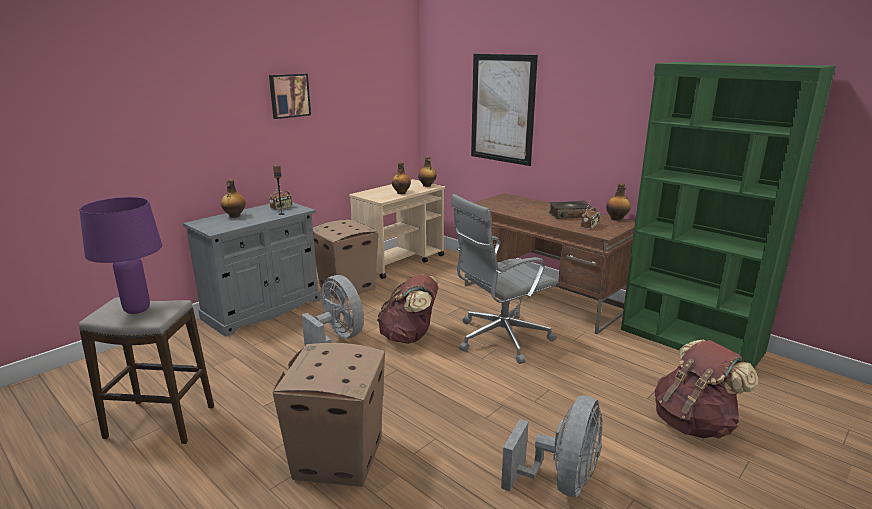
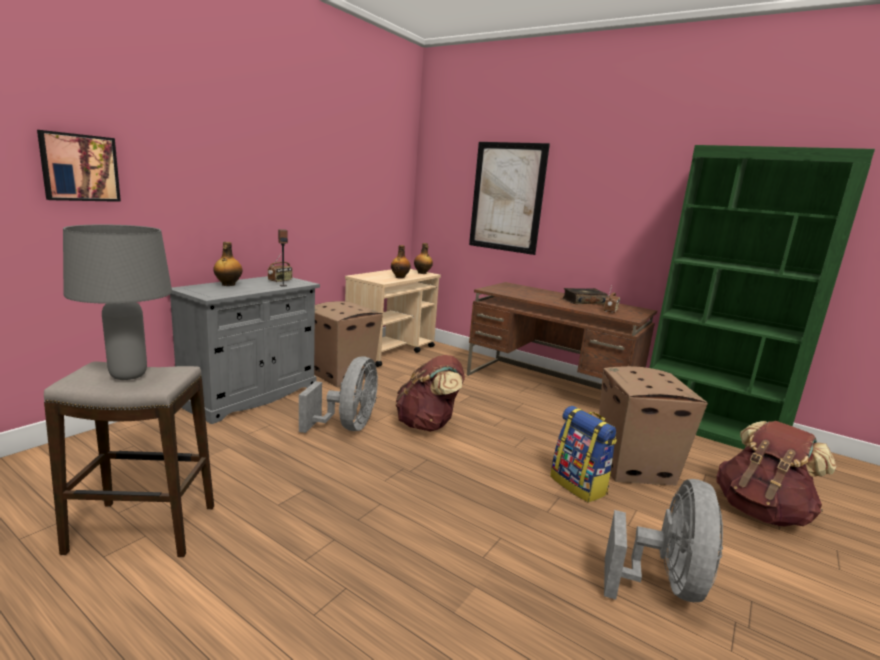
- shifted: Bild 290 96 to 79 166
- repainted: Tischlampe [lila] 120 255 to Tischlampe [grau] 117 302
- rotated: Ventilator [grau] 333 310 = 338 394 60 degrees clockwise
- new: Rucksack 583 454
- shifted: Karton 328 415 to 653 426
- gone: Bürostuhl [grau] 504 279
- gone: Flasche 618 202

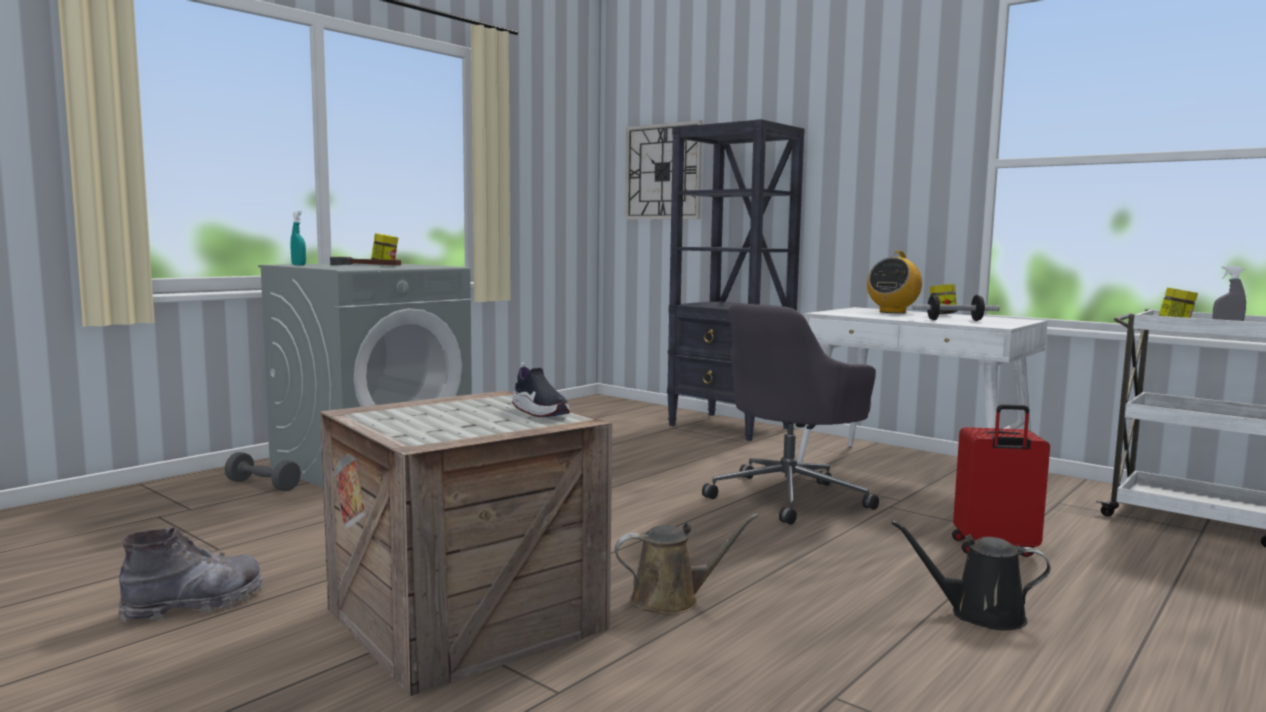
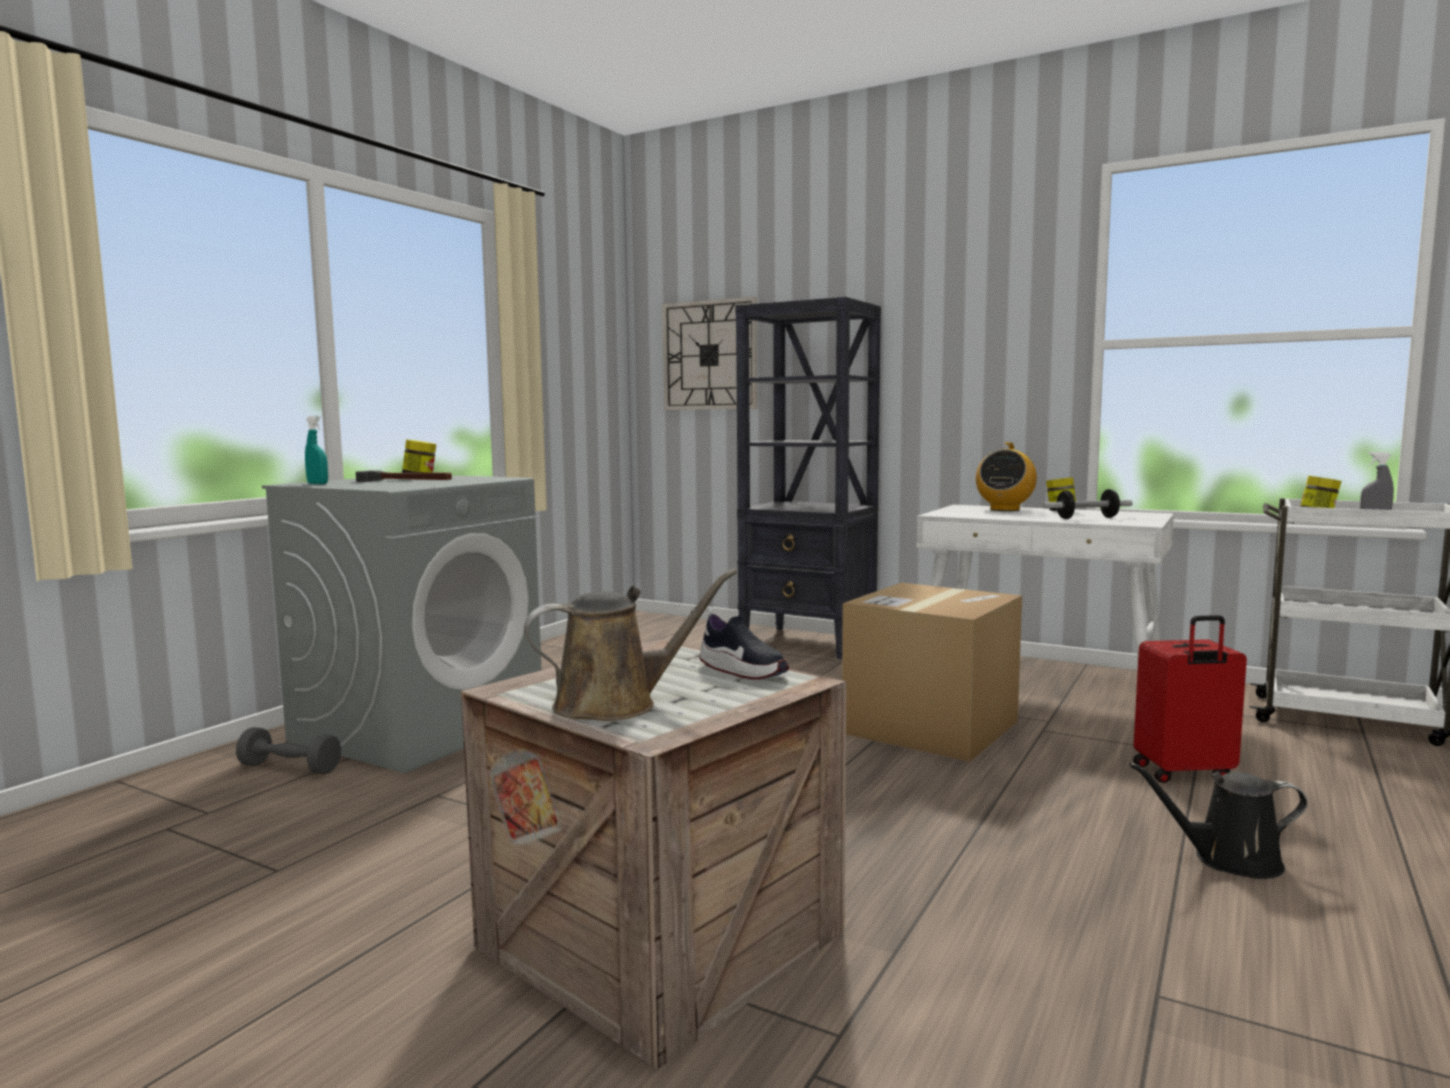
- shifted: Gießkanne [braun] 687 564 to 630 645
- swapped: Bürostuhl [grau] 790 413 to Karton 932 672
- gone: Stiefel [grau] 191 574

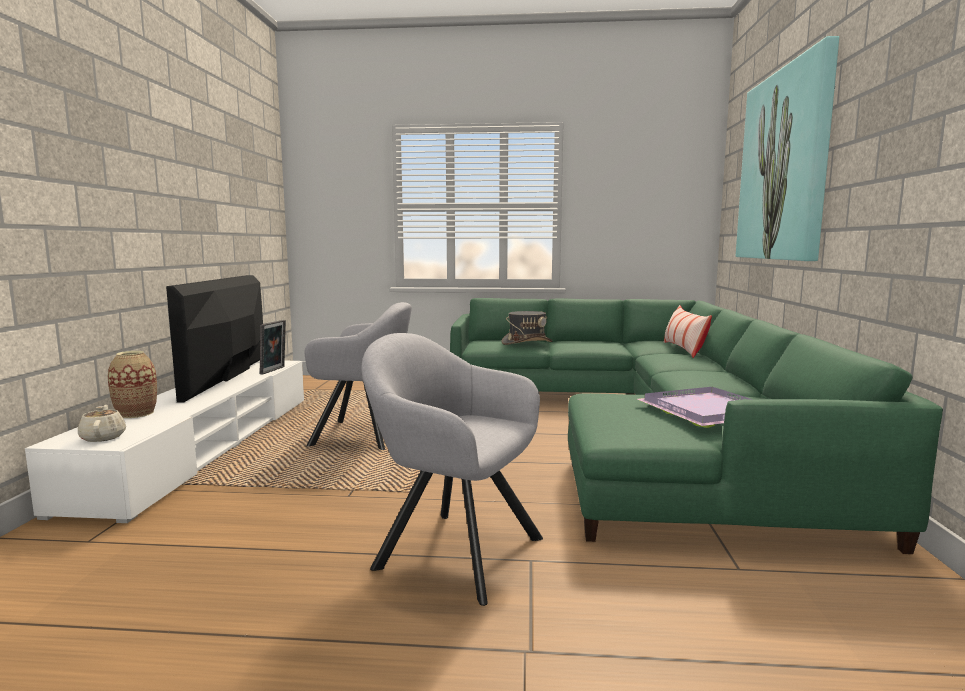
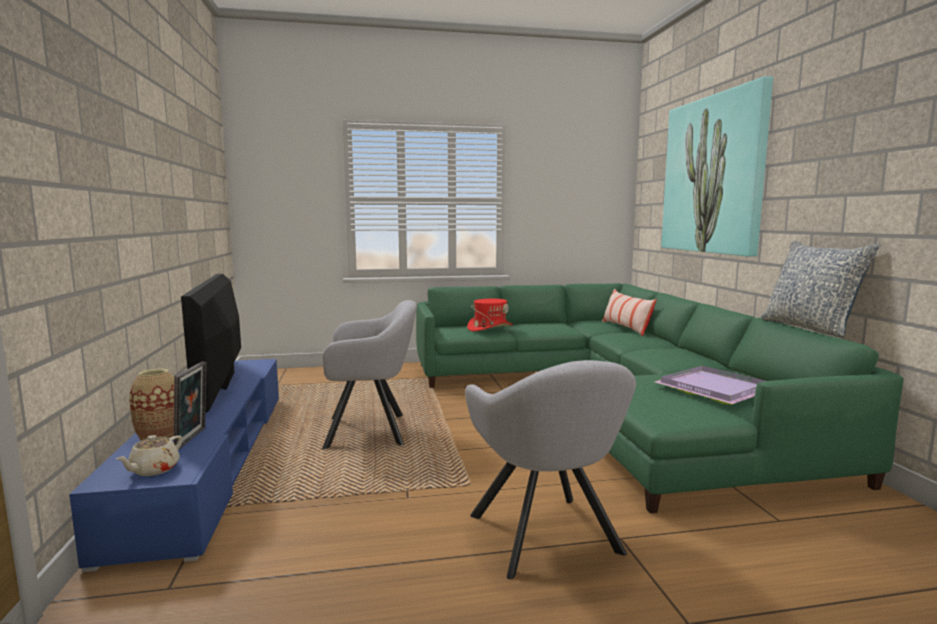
- repainted: Fernsehschrank [weiß] 164 441 to Fernsehschrank [blau] 174 465
- rotated: Teekanne [beige] 102 423 = 149 455 120 degrees counterclockwise
- shifted: Bilderrahmen 273 347 to 190 406
- rotated: Sessel [grau] 452 469 = 550 469 120 degrees counterclockwise
- repainted: Hut [grau] 527 328 to Hut [rot] 490 315
- new: Kissen 821 289

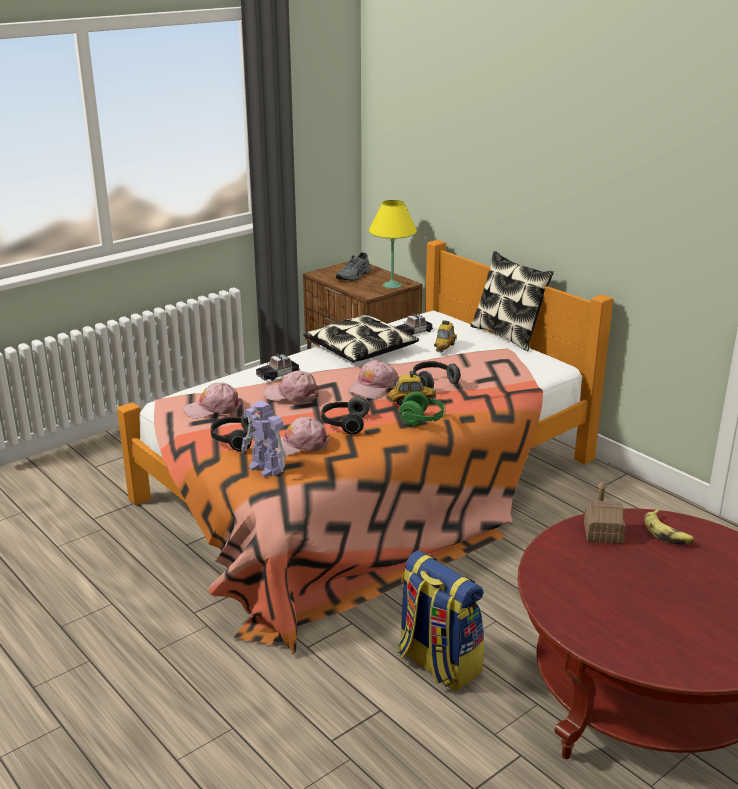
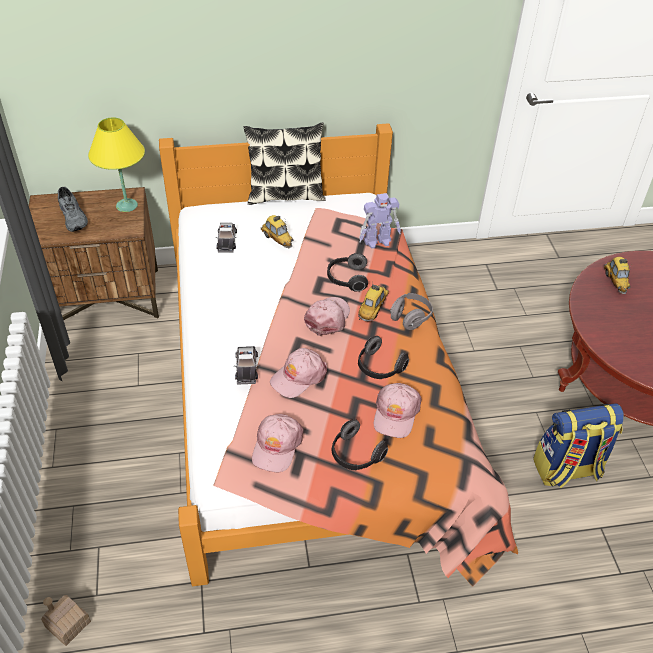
- shifted: Spielzeughaus 605 512 to 66 620
- rotated: Kappe [rosa] 373 379 = 327 316 135 degrees counterclockwise
- shifted: Spielzeugroboter 264 438 to 380 220
- repainted: Kopfhörer [grün] 422 408 to Kopfhörer [grau] 411 311
- swapped: Banane 669 527 to Spielzeugauto 617 275
- gone: Kissen 361 339

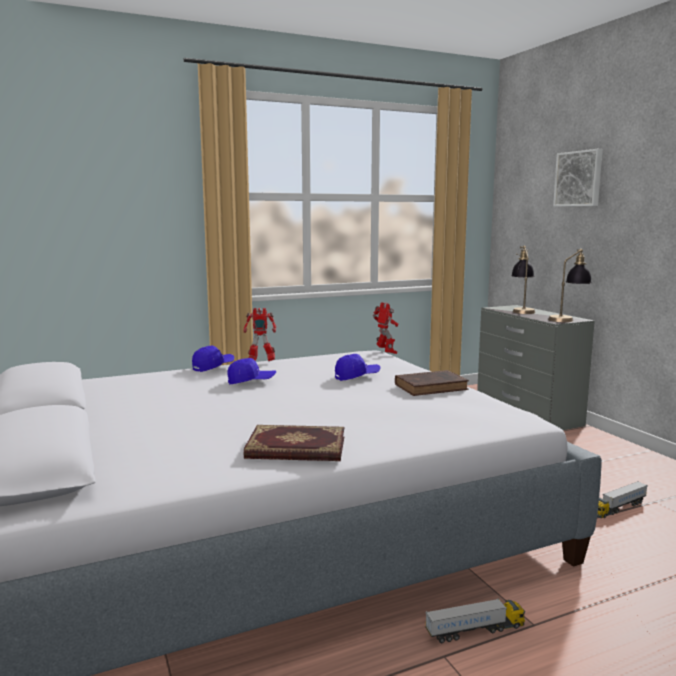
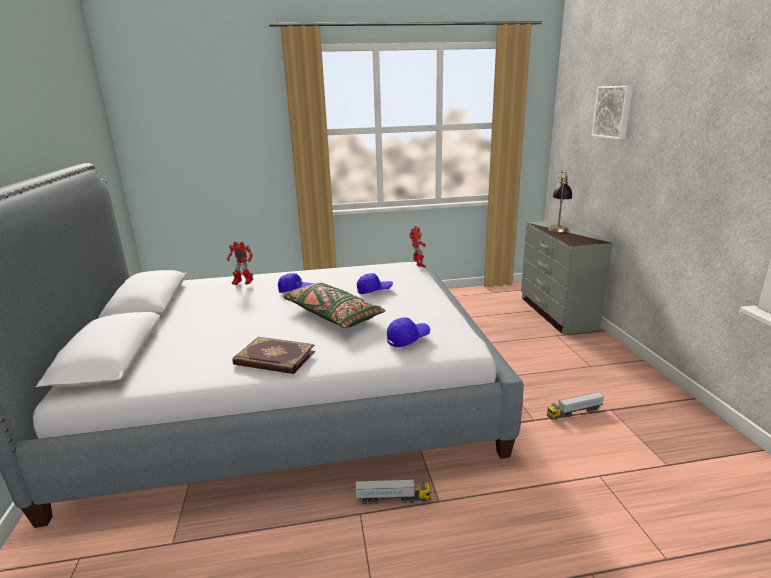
- shifted: Spielzeugroboter 260 334 to 240 263
- new: Kissen [grün] 334 305
- shifted: Kappe [blau] 213 359 to 408 332
- gone: Buch [braun] 432 383
- gone: Tischlampe 570 285

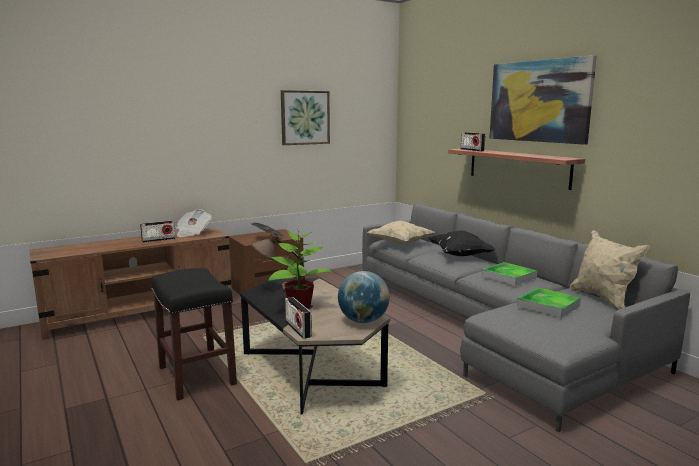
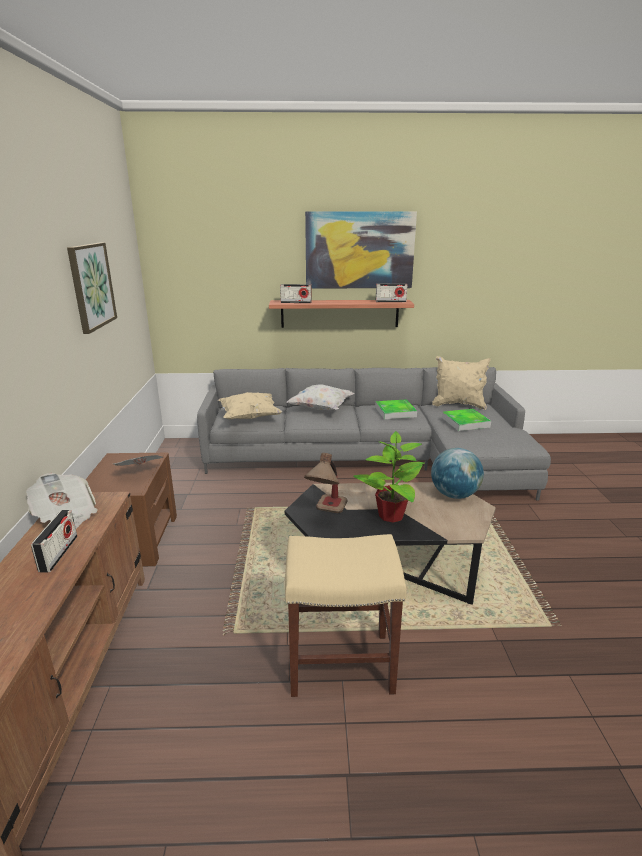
- repainted: Hocker [schwarz] 194 334 to Hocker [beige] 345 615
- repainted: Kissen [schwarz] 462 243 to Kissen [weiß] 321 398
- shifted: Radio 298 318 to 391 293

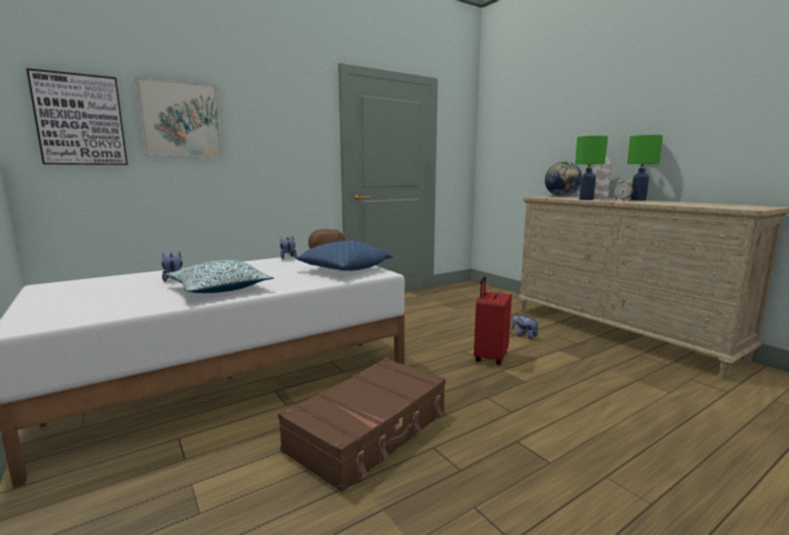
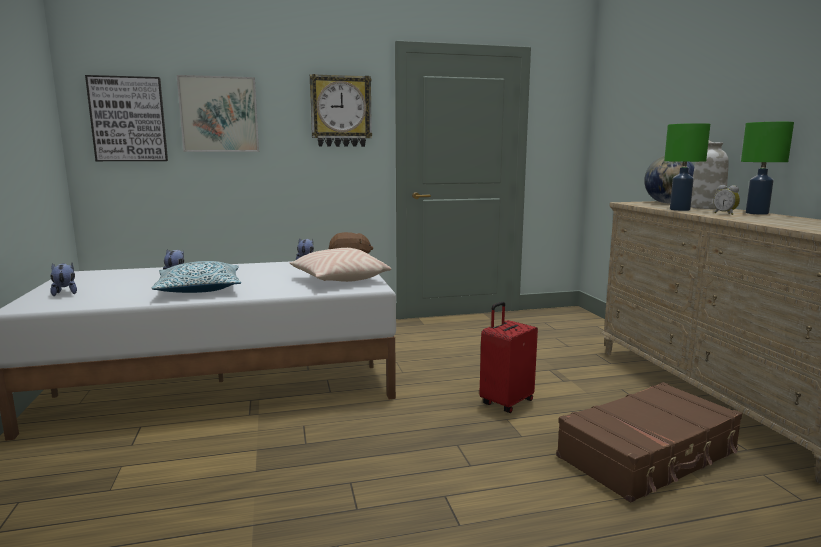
- shifted: Plüschtier 525 327 to 63 279
- repainted: Kissen [blau] 343 255 to Kissen [beige] 340 265
- new: Wanduhr 341 110
- shifted: Koffer [braun] 362 425 to 649 442

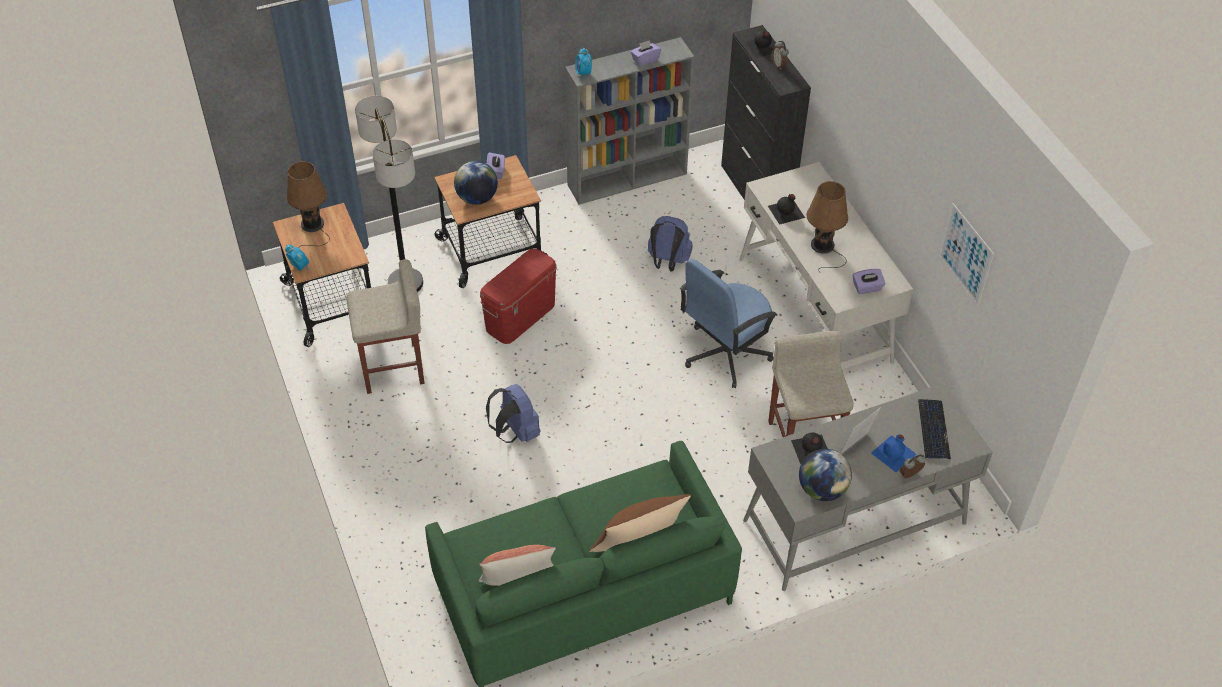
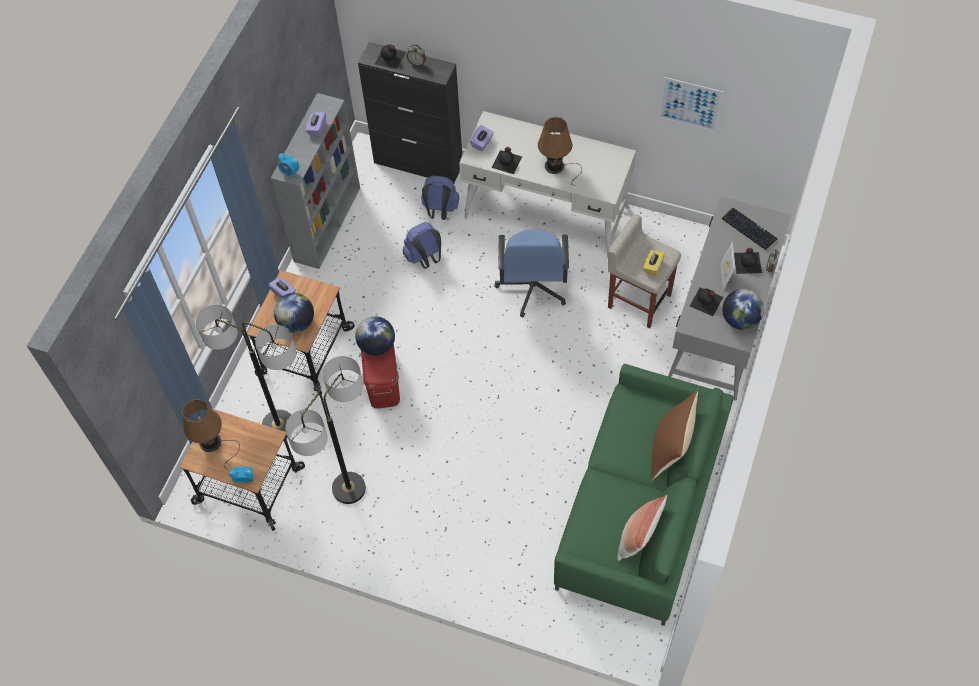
- swapped: Hocker [beige] 385 326 to Stehlampe 325 430
- new: Globus 375 336
- shifted: Rucksack [blau] 513 413 to 440 198
- shifted: Taschentuchbox [lila] 869 281 to 482 138
- new: Taschentuchbox [gelb] 654 263
- repainted: Flasche [blau] 894 453 to Flasche [schwarz] 748 261

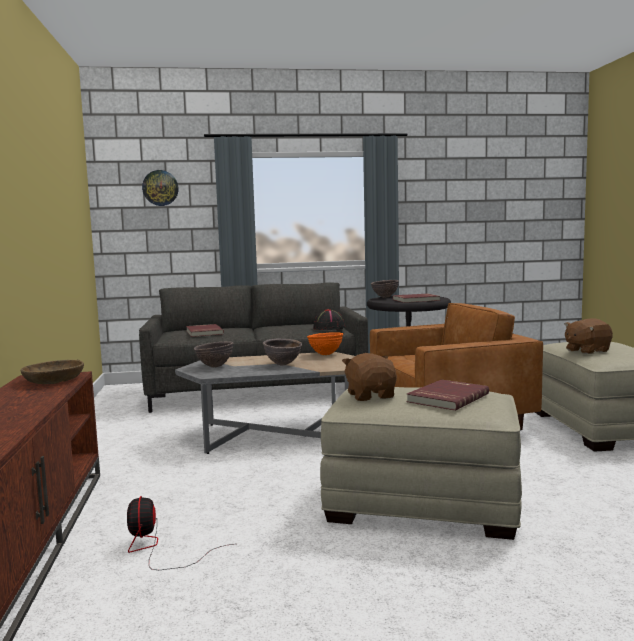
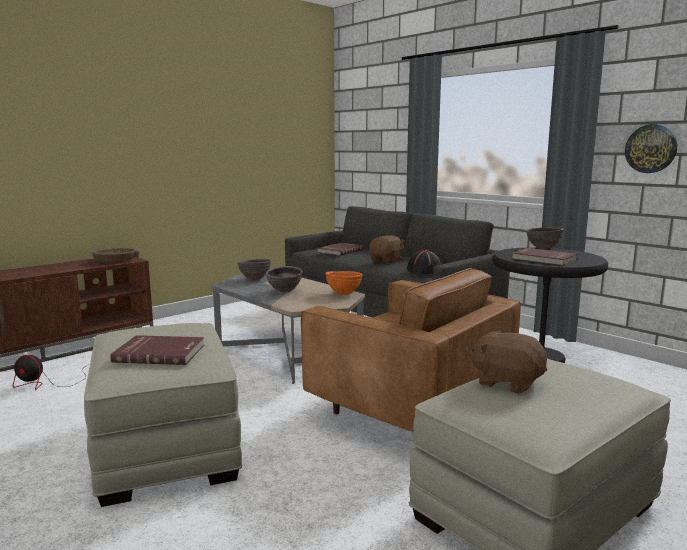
- rotated: Ventilator 180 533 = 50 372 120 degrees counterclockwise
- shifted: Plüschtier [braun] 369 377 to 387 249
- shifted: Wanduhr 160 188 to 651 148

